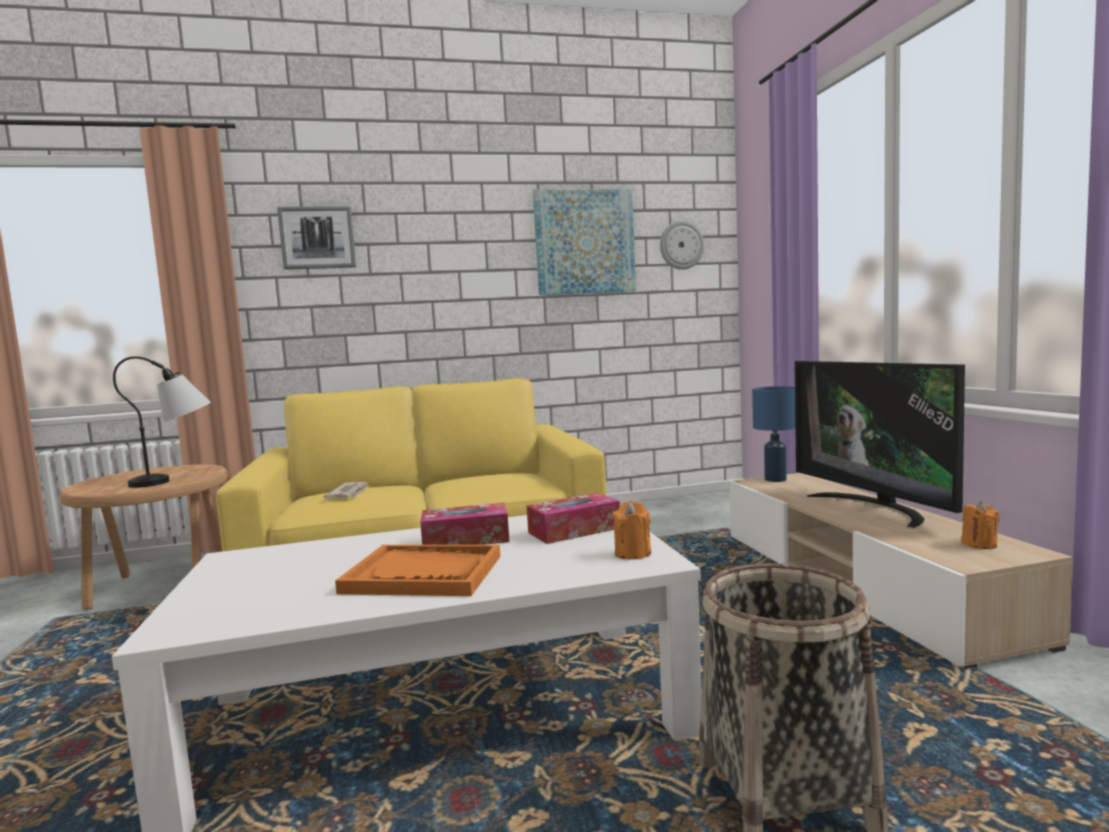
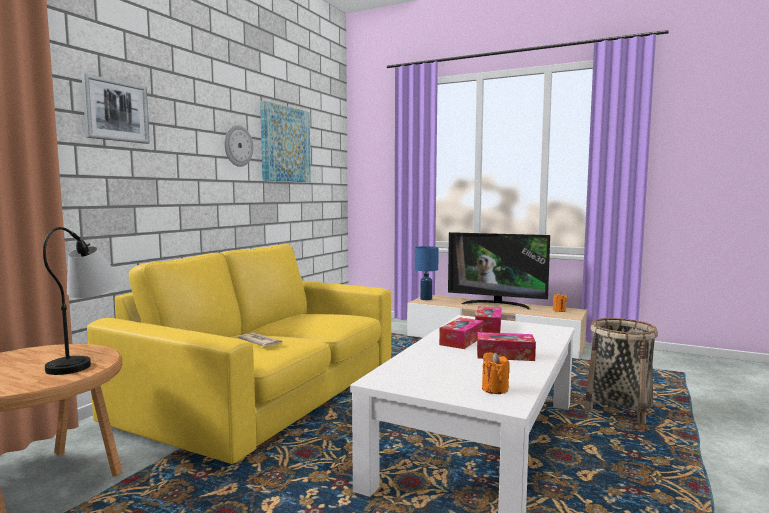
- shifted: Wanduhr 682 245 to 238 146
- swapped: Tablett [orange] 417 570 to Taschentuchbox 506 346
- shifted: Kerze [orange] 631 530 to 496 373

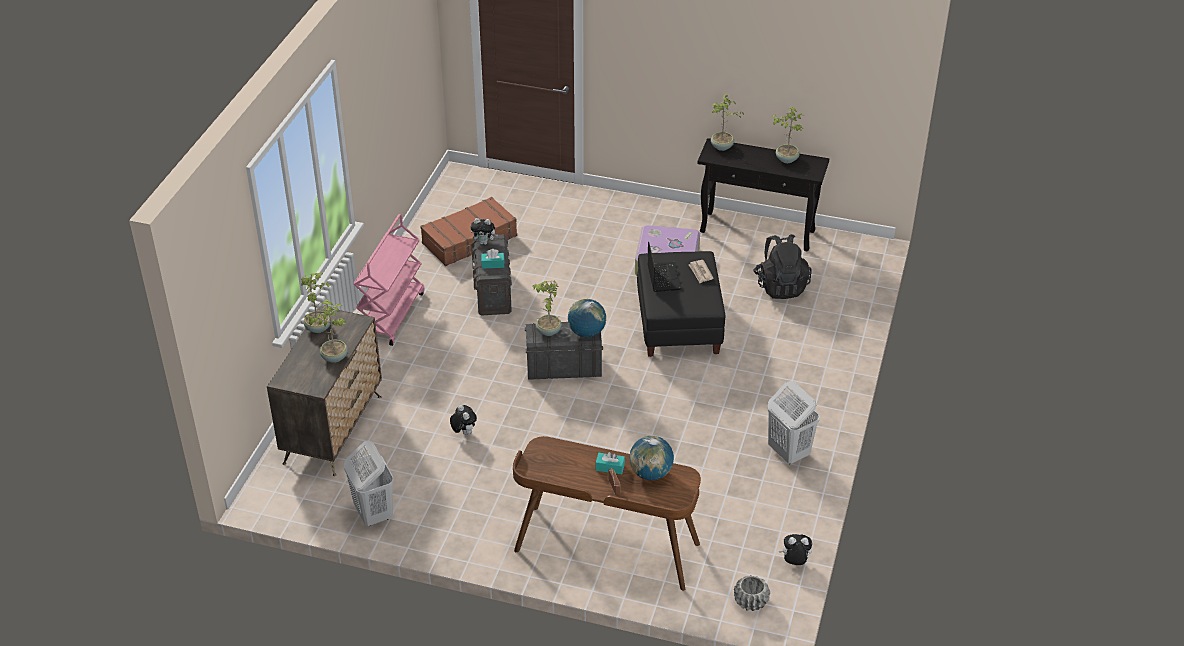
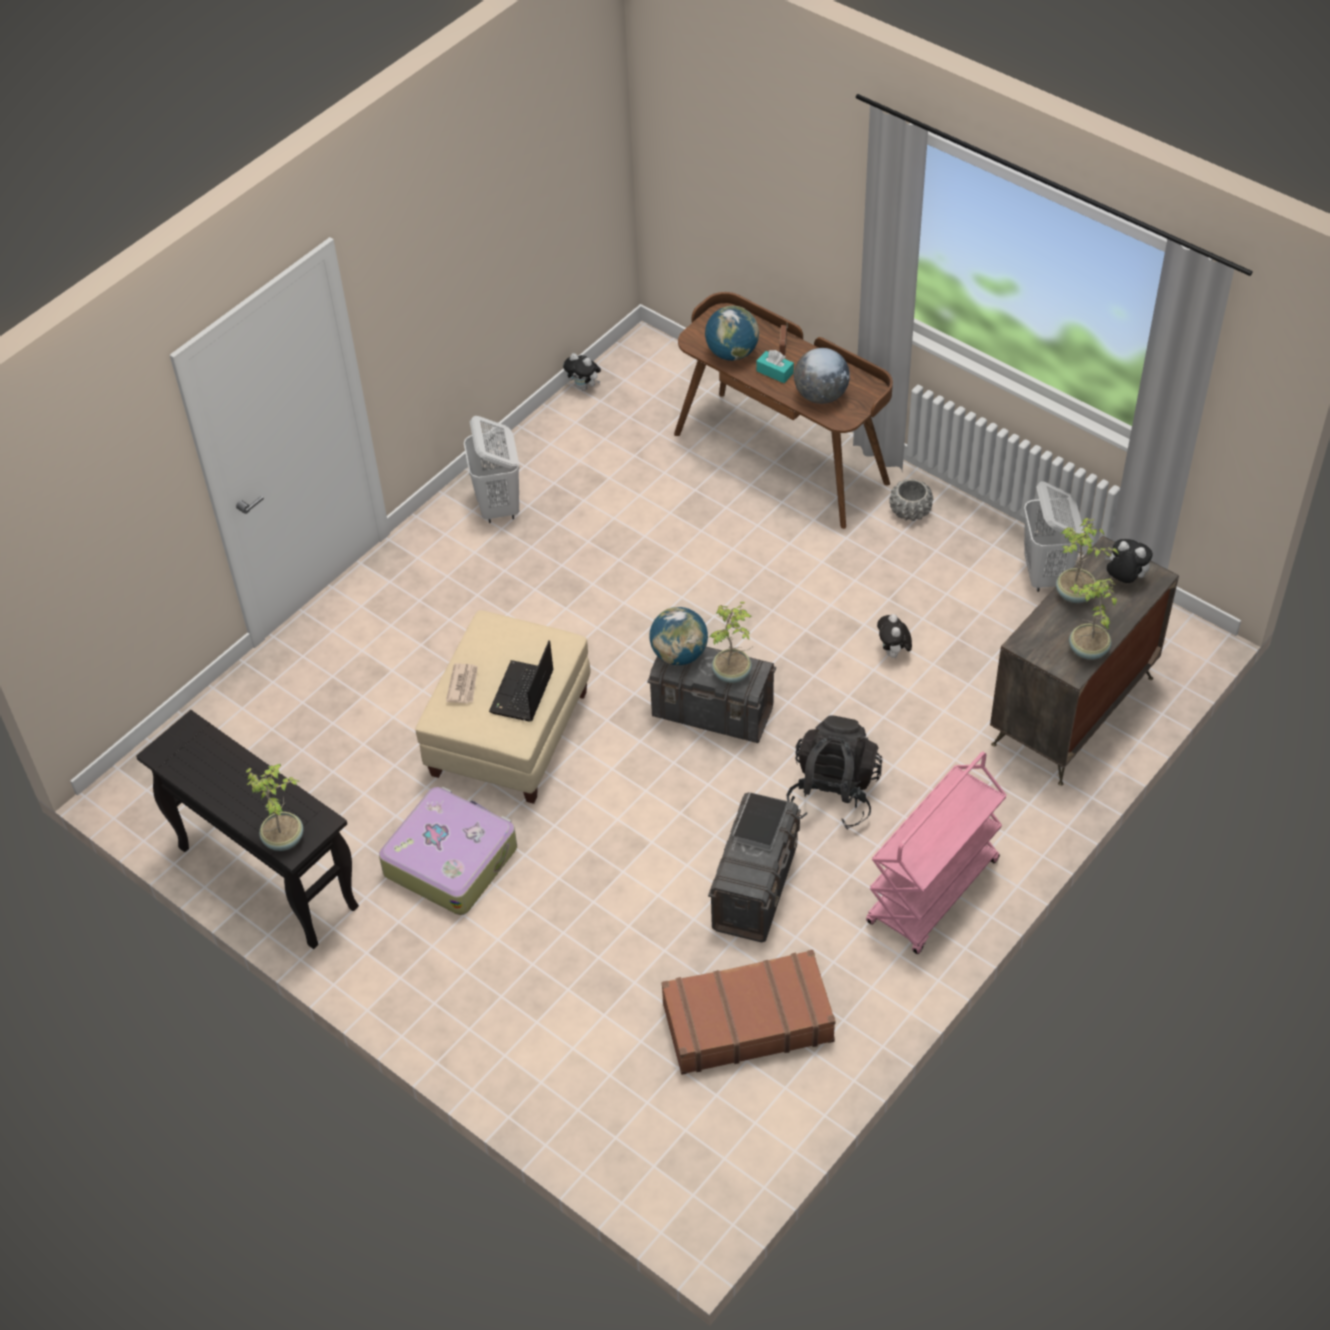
- repainted: Polsterhocker [schwarz] 681 304 to Polsterhocker [beige] 502 707
- swapped: Taschentuchbox [türkis] 493 259 to Buch 759 822
- shifted: Rucksack [schwarz] 782 266 to 834 772
- new: Globus 822 376
- shifted: Pflanzkübel [grau] 752 593 to 911 500
- shifted: Plüschtier 484 231 to 1129 561
- gone: Topfpflanze 788 135

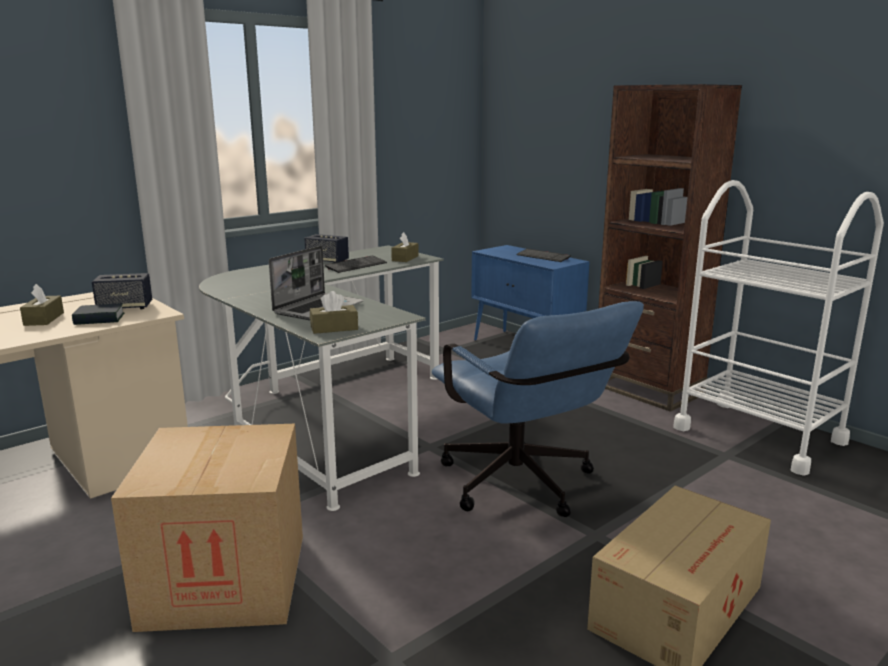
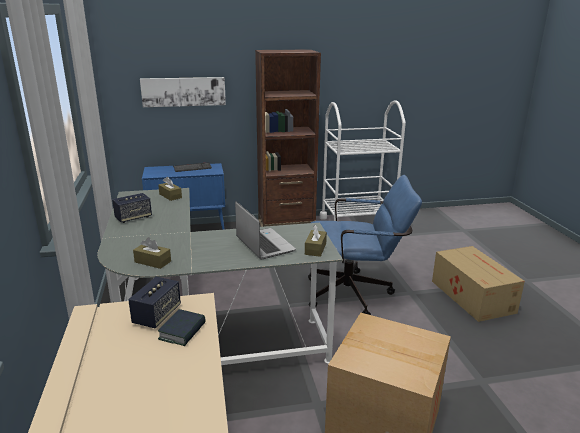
- shifted: Taschentuchbox [braun] 42 305 to 152 253
- new: Bild 183 92
- gone: Tastatur 356 264

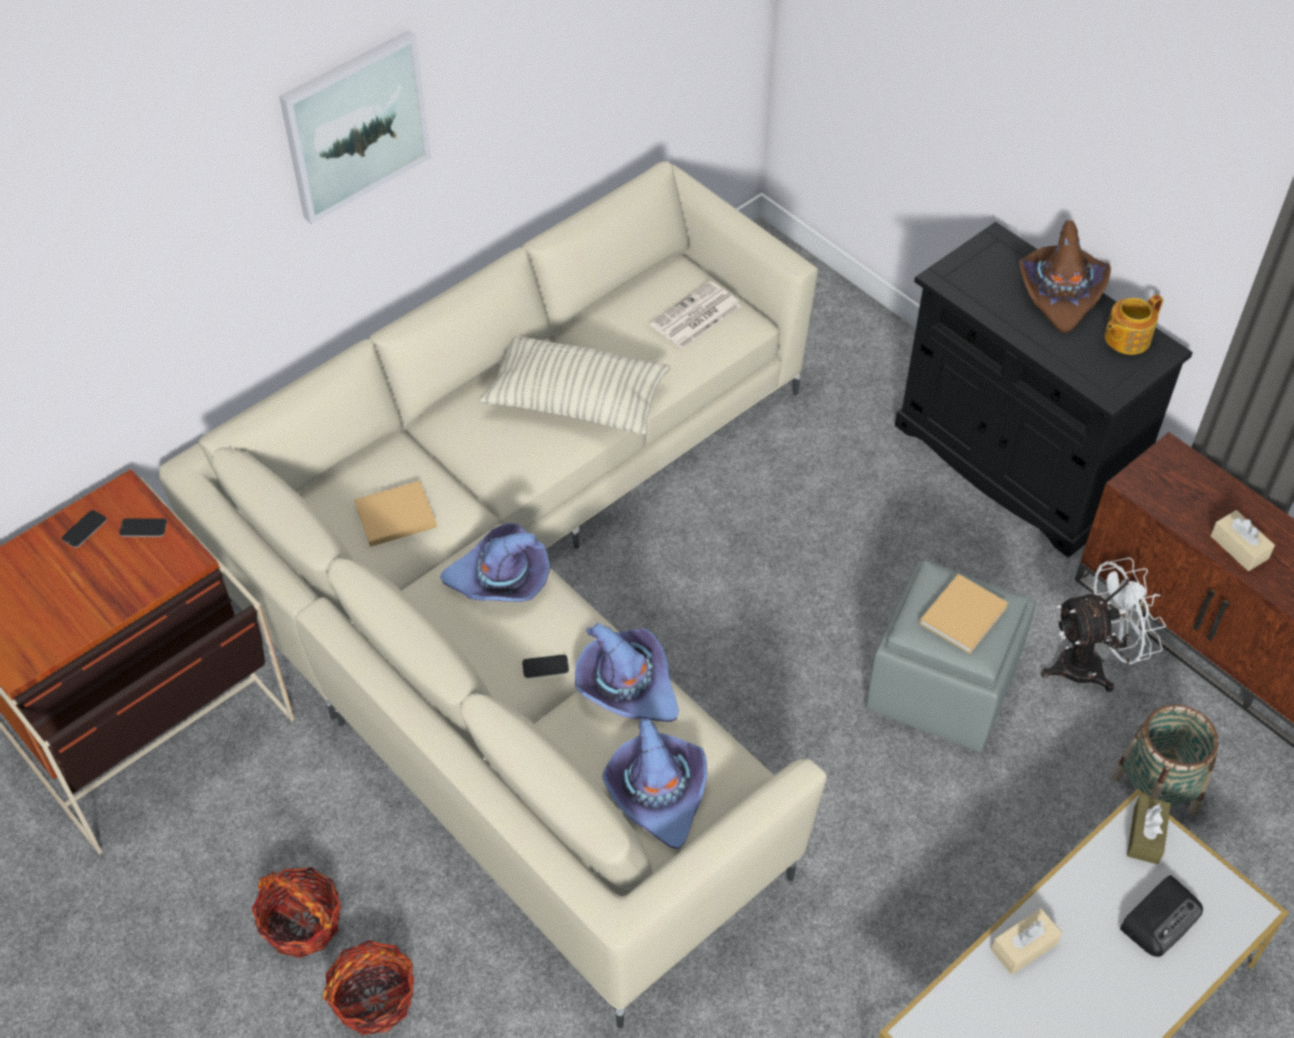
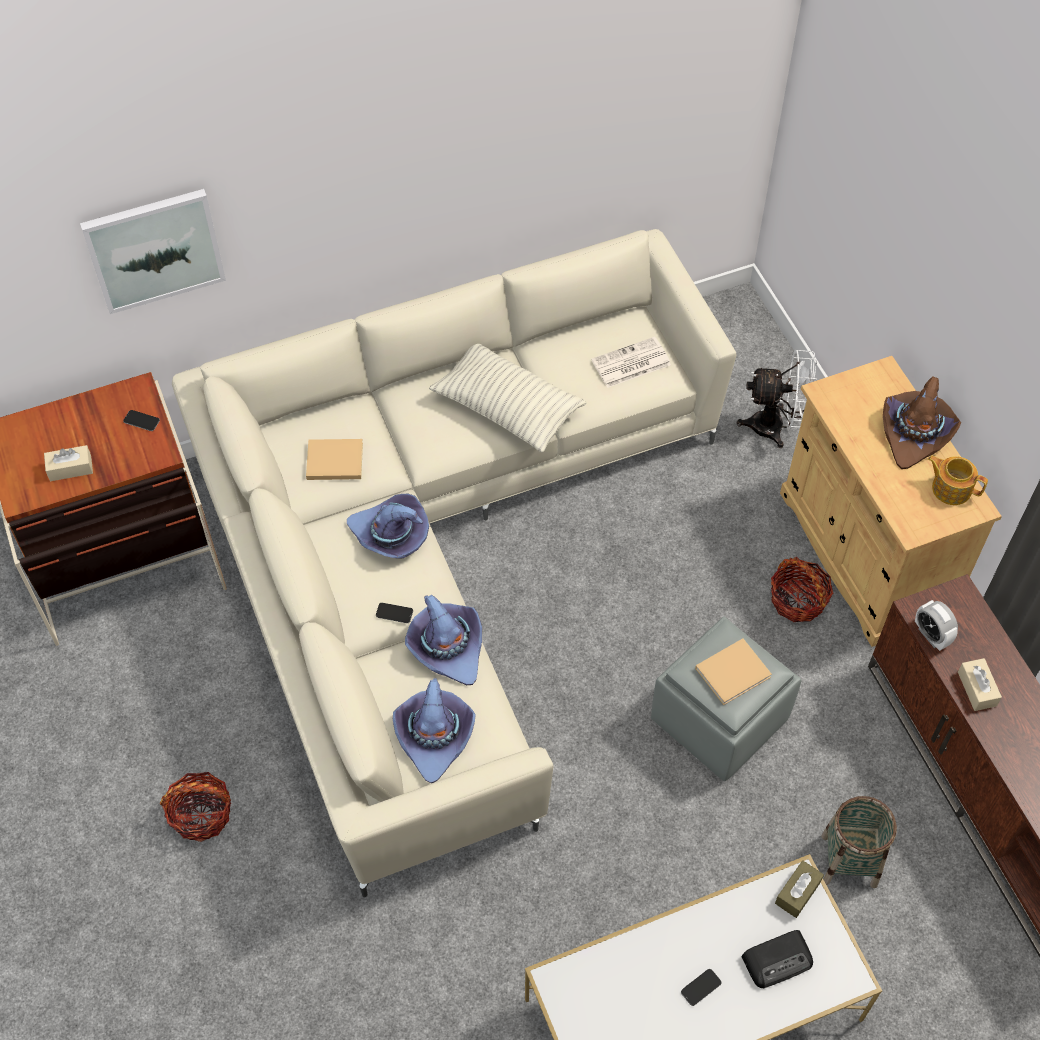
- shifted: Taschentuchbox [beige] 1026 941 to 68 463
- shifted: Bild 355 127 to 153 251
- shifted: Handy 84 529 to 701 987
- shifted: Ventilator [weiß] 1103 624 to 777 399
- shifted: Korb 296 912 to 802 589
- repainted: Schrank [schwarz] 1044 390 to Schrank [beige] 891 501
- new: Wecker 936 625
- rotated: Teekanne 1134 324 = 958 480 45 degrees clockwise

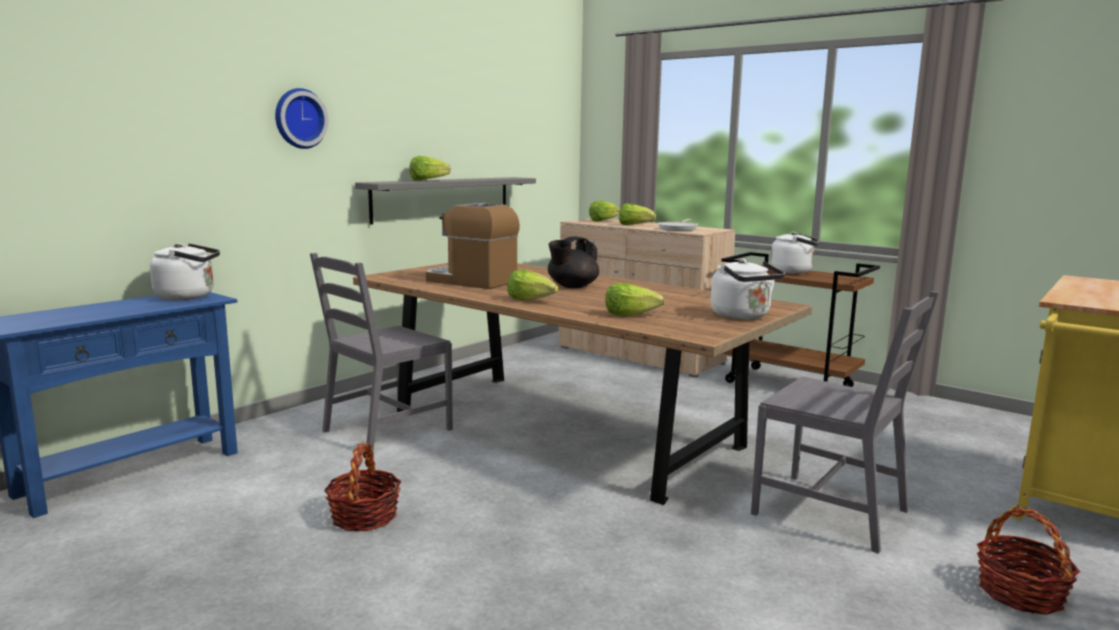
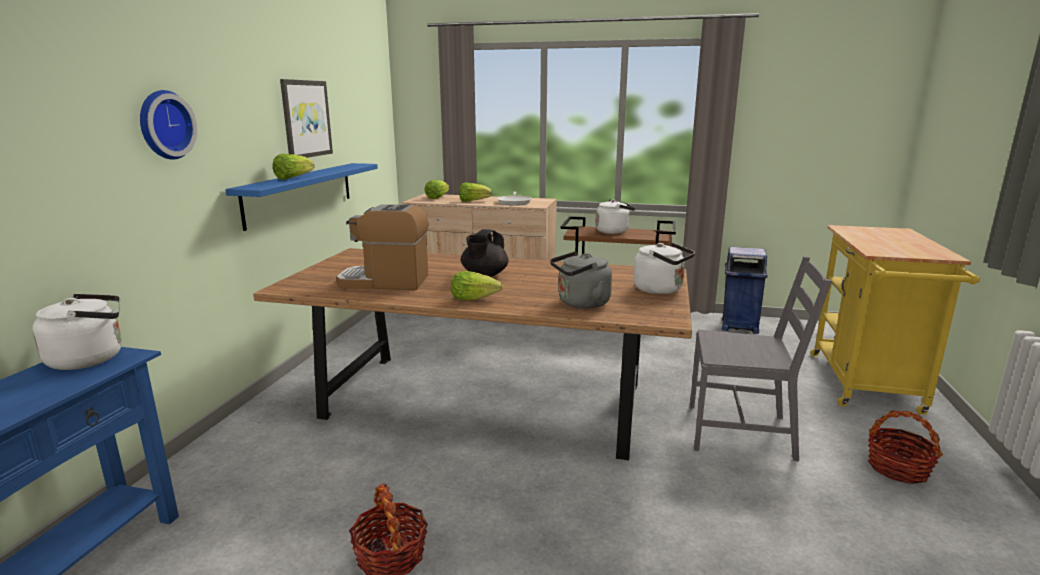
- repainted: Wandregal [grau] 445 201 to Wandregal [blau] 301 197
- new: Bild 306 118
- swapped: Salatkopf 635 299 to Wasserkessel [grau] 581 280
- new: Mülleimer [blau] 745 290
- gone: Stuhl [grau] 381 354

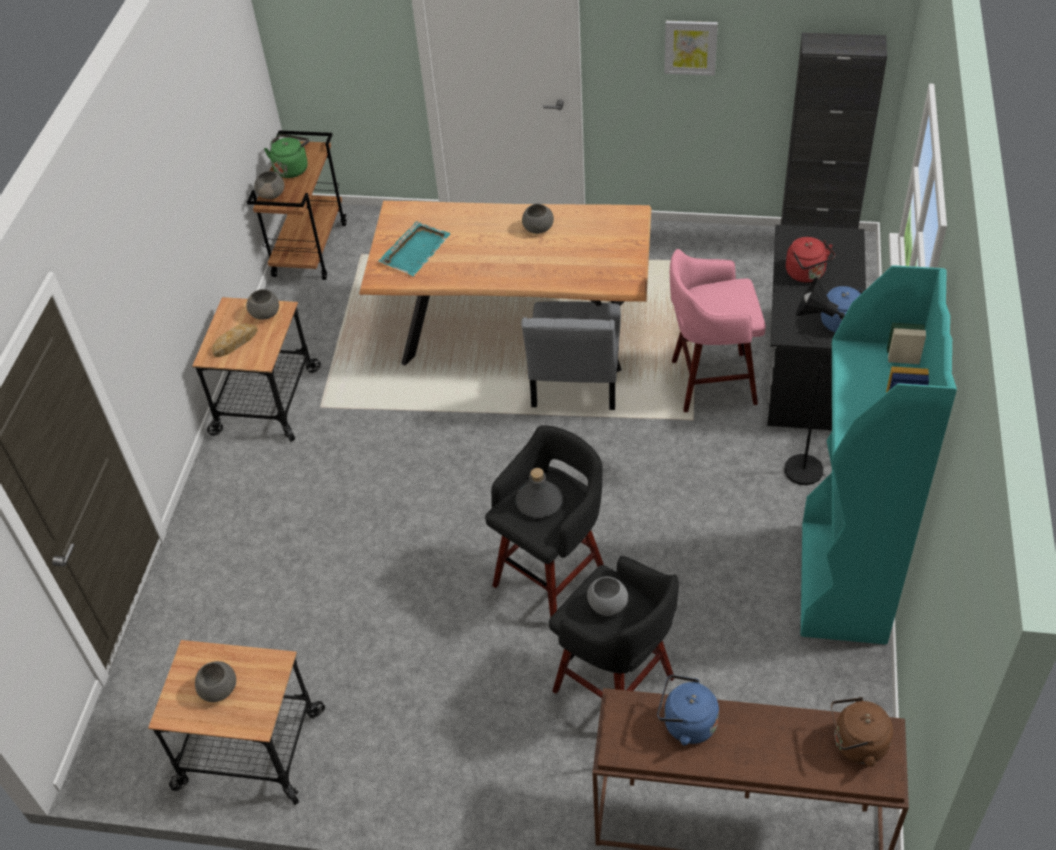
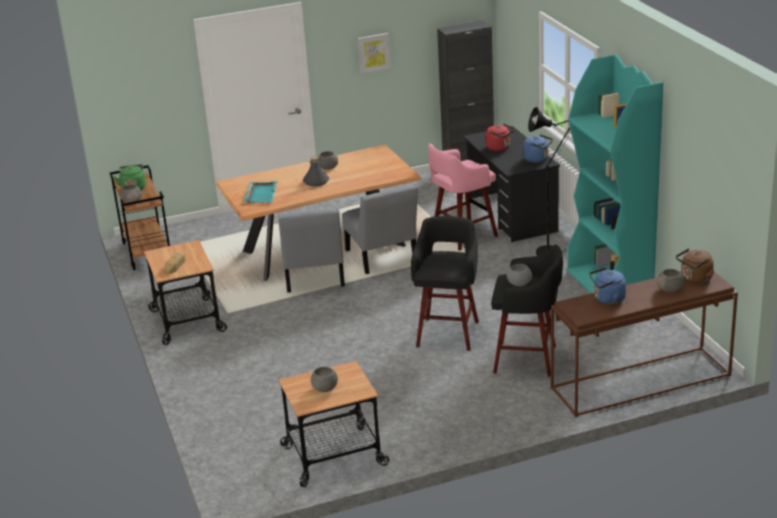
- new: Stuhl [grau] 311 250
- shifted: Flasche [grau] 539 493 to 316 171
- shifted: Schüssel [grau] 262 304 to 670 280

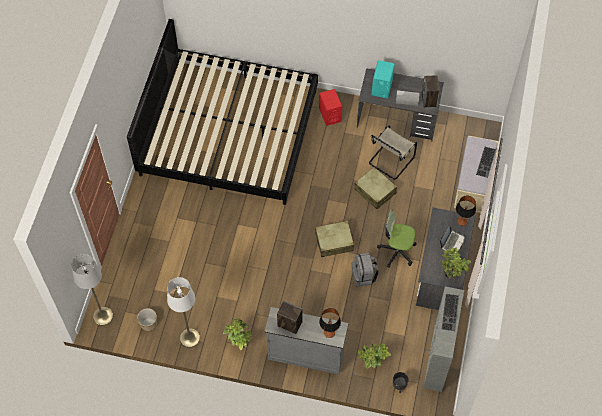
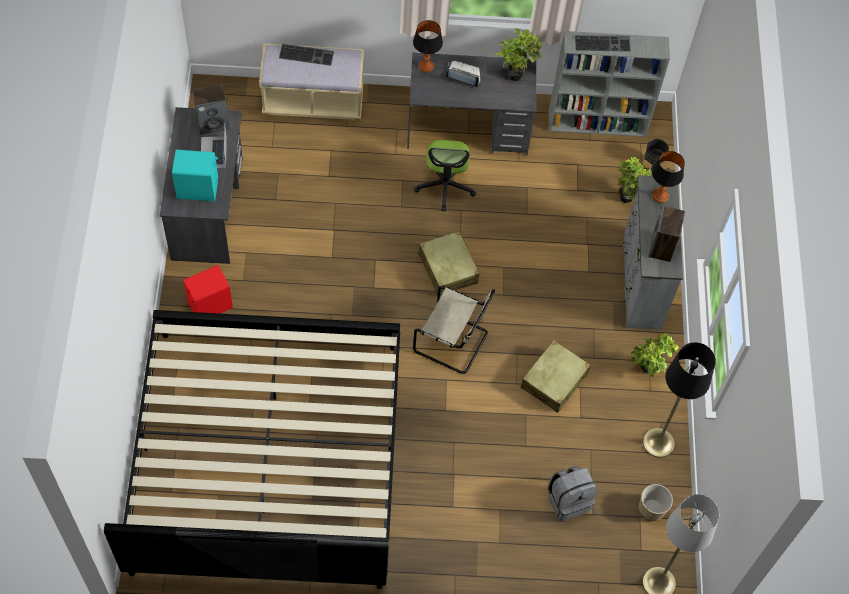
- shifted: Stuhl [beige] 393 152 to 454 330
- shifted: Koffer [beige] 375 188 to 556 376
- shifted: Rucksack [grau] 365 270 to 572 493
- repainted: Stehlampe [weiß] 183 312 to Stehlampe [schwarz] 679 400

